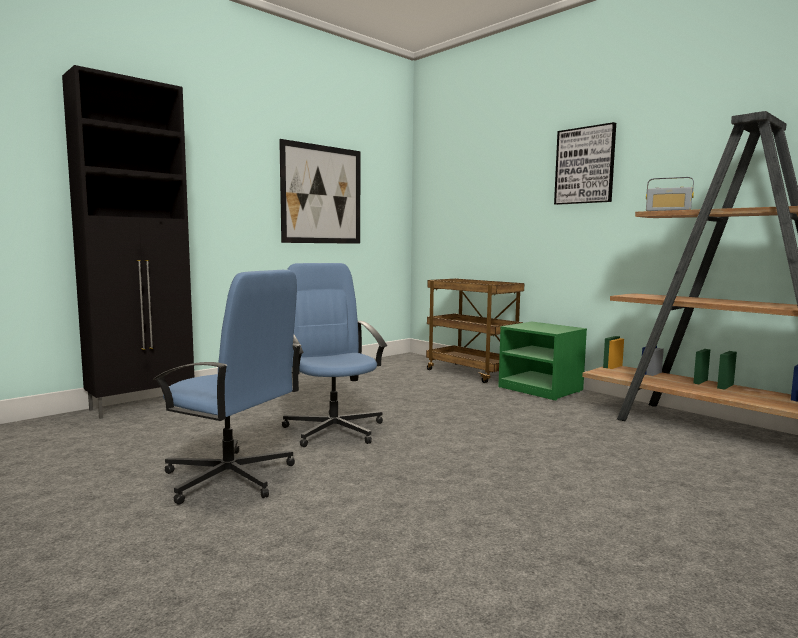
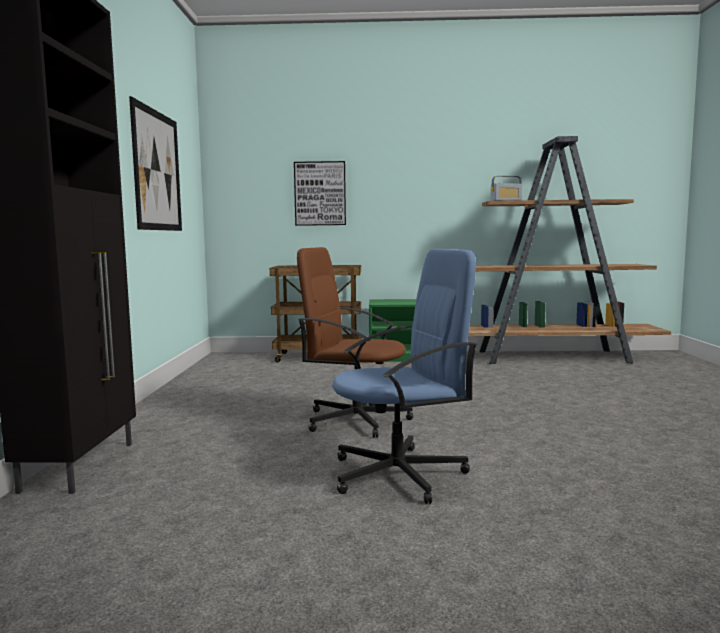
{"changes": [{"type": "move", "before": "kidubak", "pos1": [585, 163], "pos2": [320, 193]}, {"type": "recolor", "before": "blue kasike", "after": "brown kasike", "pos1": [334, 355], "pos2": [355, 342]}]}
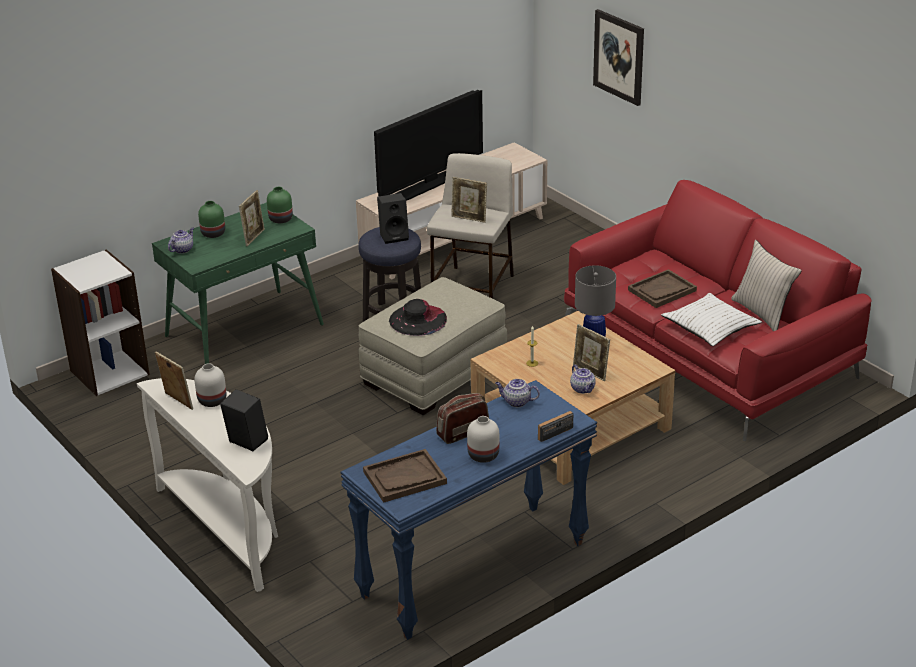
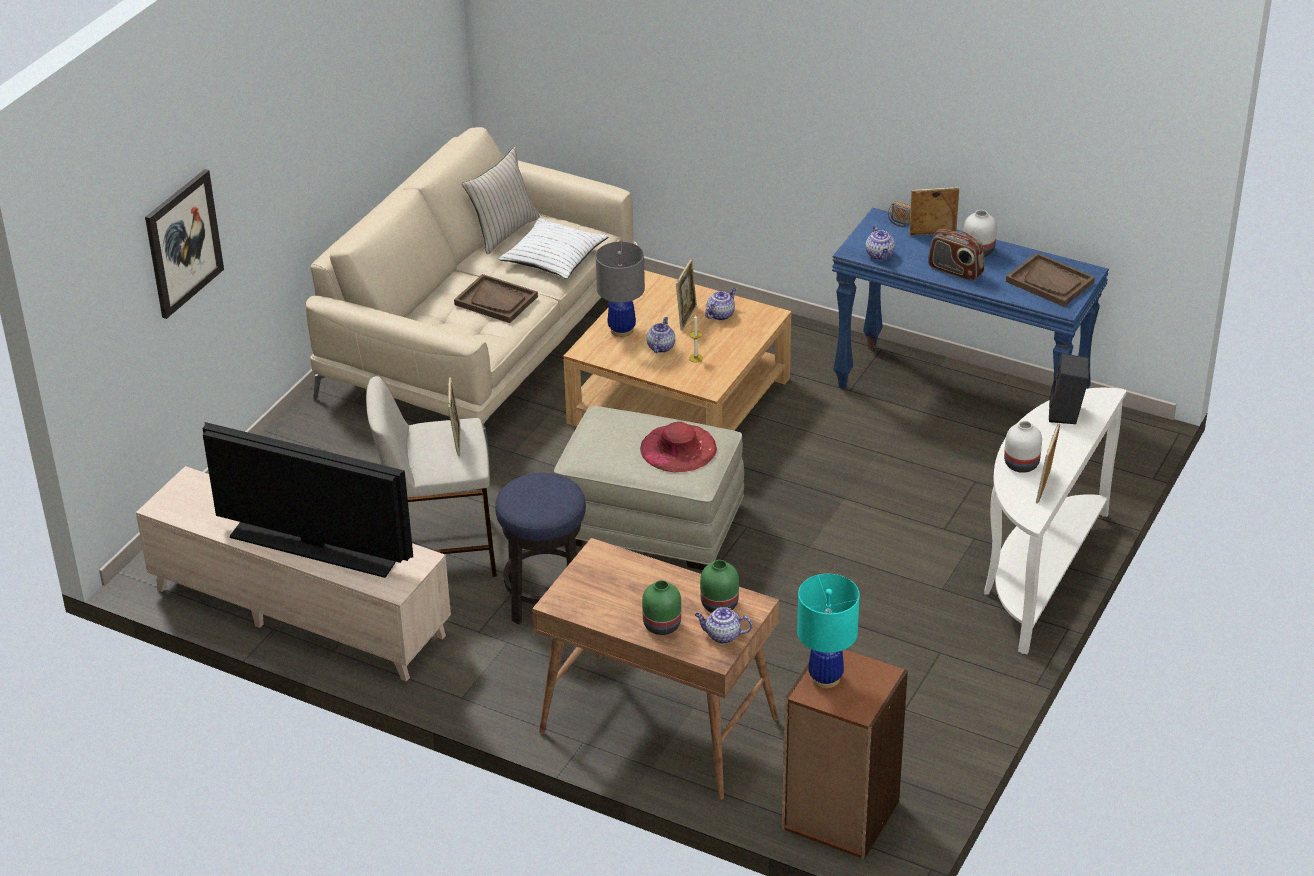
{"changes": [{"type": "recolor", "before": "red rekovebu", "after": "beige rekovebu", "pos1": [718, 310], "pos2": [472, 291]}, {"type": "move", "before": "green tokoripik", "pos1": [280, 205], "pos2": [719, 586]}, {"type": "move", "before": "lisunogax", "pos1": [252, 218], "pos2": [934, 211]}, {"type": "delete", "before": "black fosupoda", "pos1": [393, 218]}, {"type": "recolor", "before": "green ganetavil", "after": "brown ganetavil", "pos1": [238, 283], "pos2": [655, 669]}, {"type": "recolor", "before": "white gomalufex", "after": "brown gomalufex", "pos1": [100, 322], "pos2": [845, 754]}, {"type": "recolor", "before": "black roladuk", "after": "red roladuk", "pos1": [418, 317], "pos2": [678, 447]}, {"type": "insert", "after": "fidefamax", "pos2": [660, 335]}, {"type": "insert", "after": "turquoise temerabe", "pos2": [828, 631]}]}
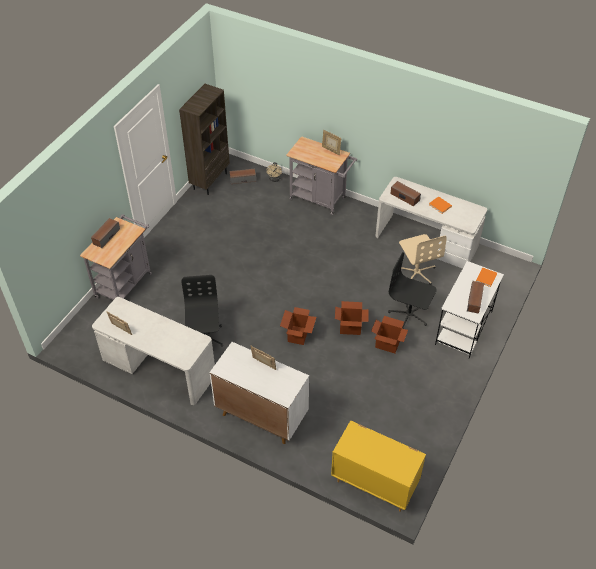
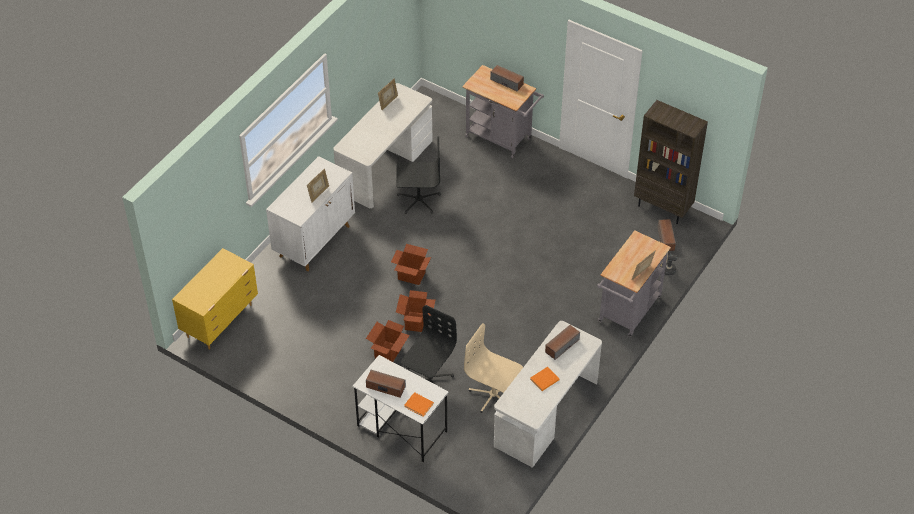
{"changes": [{"type": "rotate", "before": "beige kasike", "pos1": [423, 259], "pos2": [493, 368], "turn": 45}]}
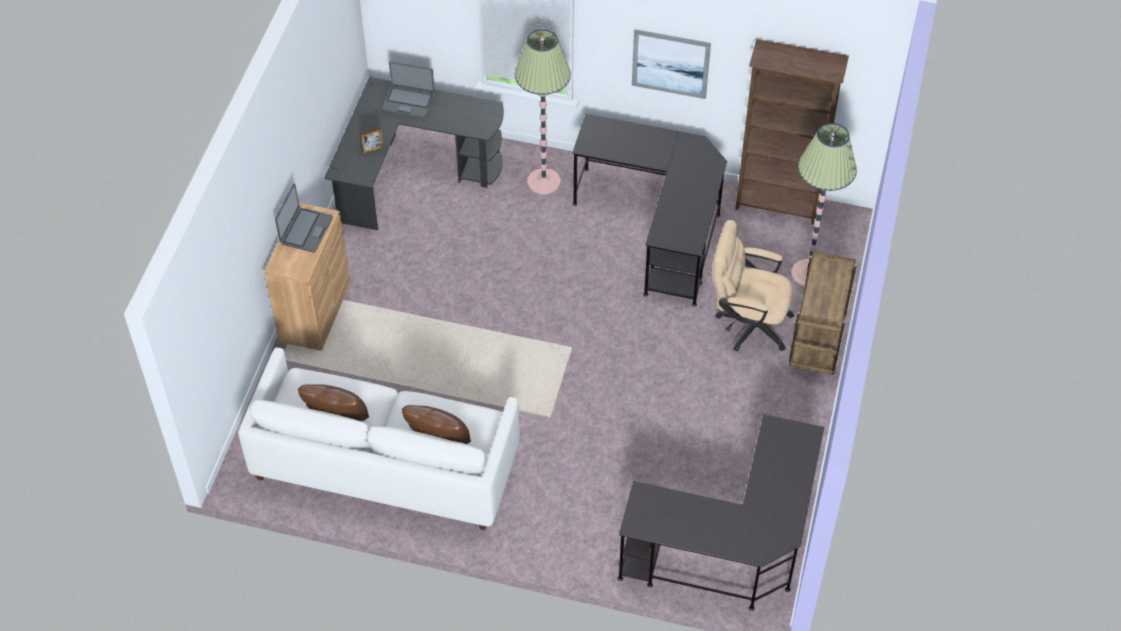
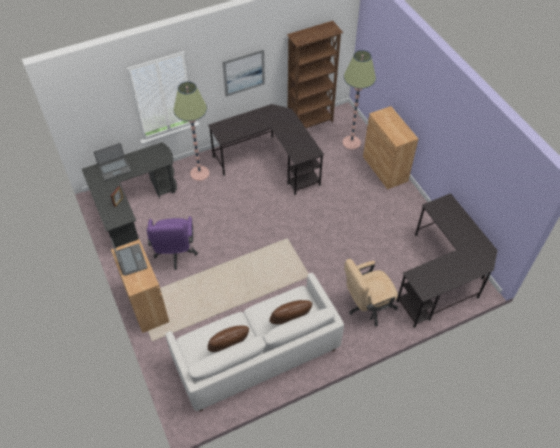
{"changes": [{"type": "move", "before": "beige kasike", "pos1": [753, 285], "pos2": [371, 292]}, {"type": "replace", "before": "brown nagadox", "after": "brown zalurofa", "pos1": [823, 313], "pos2": [390, 148]}, {"type": "insert", "after": "purple kasike", "pos2": [172, 243]}]}
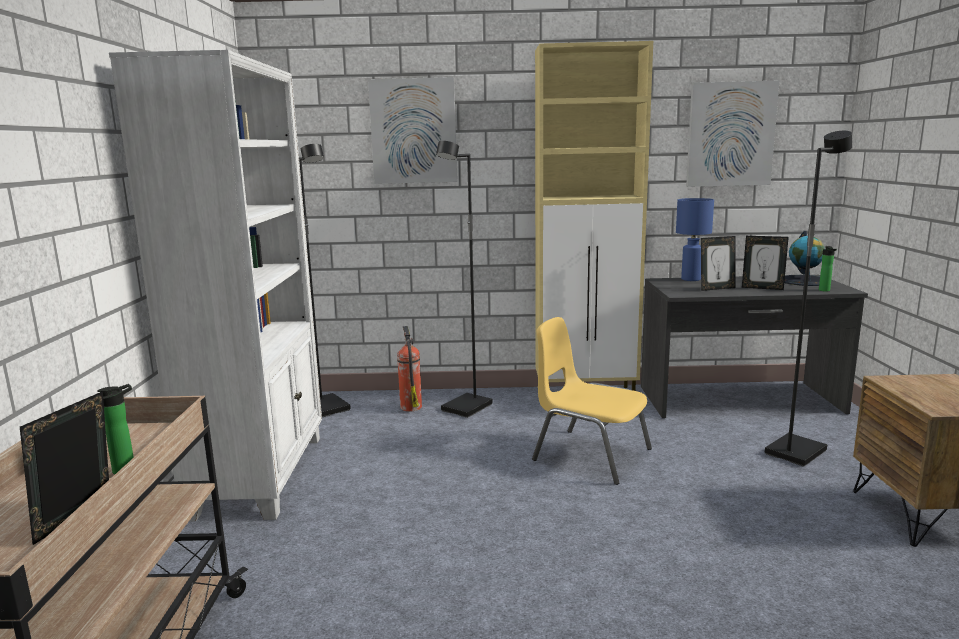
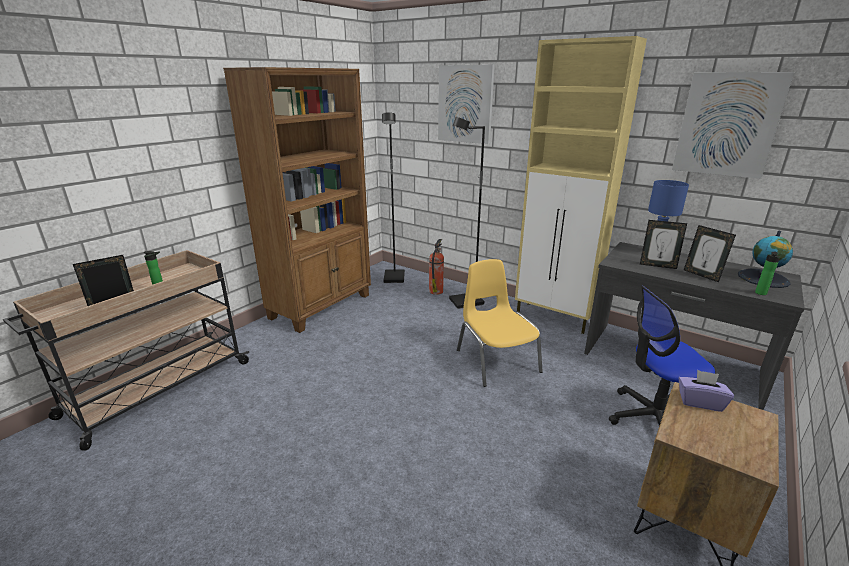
{"changes": [{"type": "recolor", "before": "white gomalufex", "after": "brown gomalufex", "pos1": [215, 285], "pos2": [297, 200]}, {"type": "replace", "before": "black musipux", "after": "kasike", "pos1": [808, 299], "pos2": [662, 355]}, {"type": "insert", "after": "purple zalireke", "pos2": [706, 391]}]}
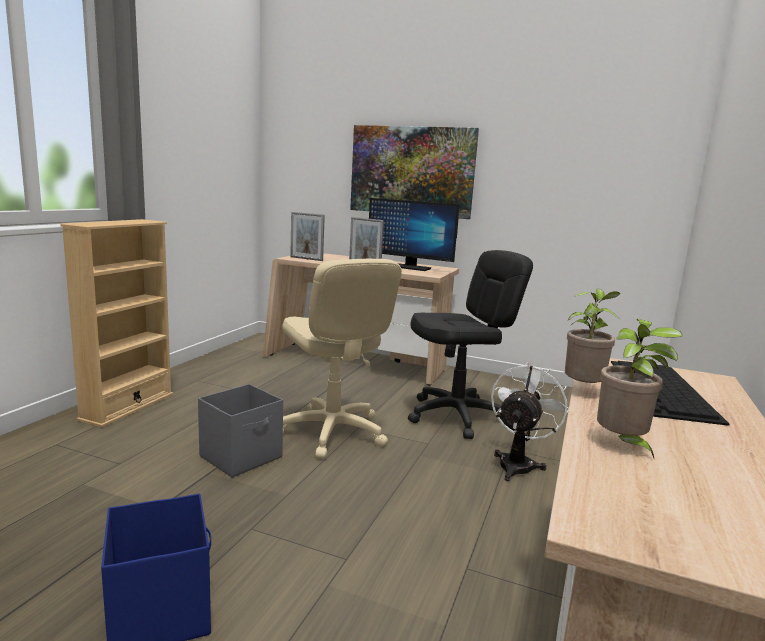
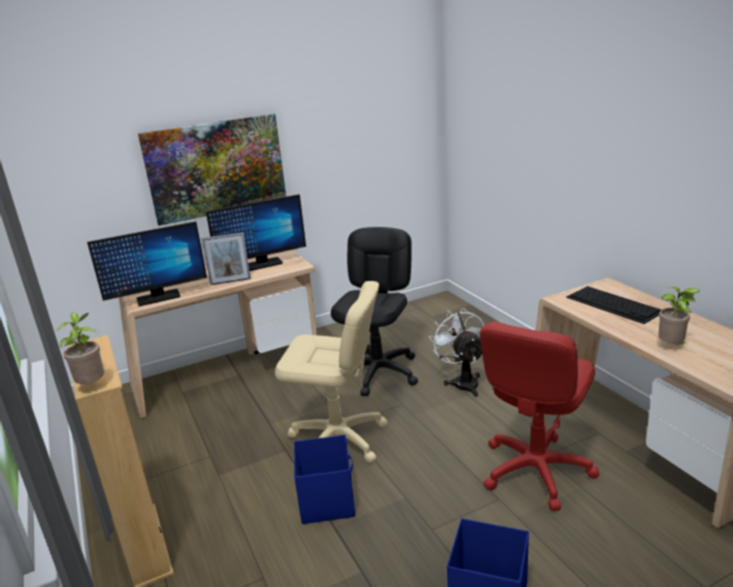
{"changes": [{"type": "replace", "before": "lisunogax", "after": "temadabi", "pos1": [307, 236], "pos2": [147, 263]}, {"type": "move", "before": "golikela", "pos1": [593, 335], "pos2": [80, 348]}, {"type": "recolor", "before": "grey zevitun", "after": "blue zevitun", "pos1": [240, 431], "pos2": [324, 479]}, {"type": "insert", "after": "red kasike", "pos2": [539, 416]}]}
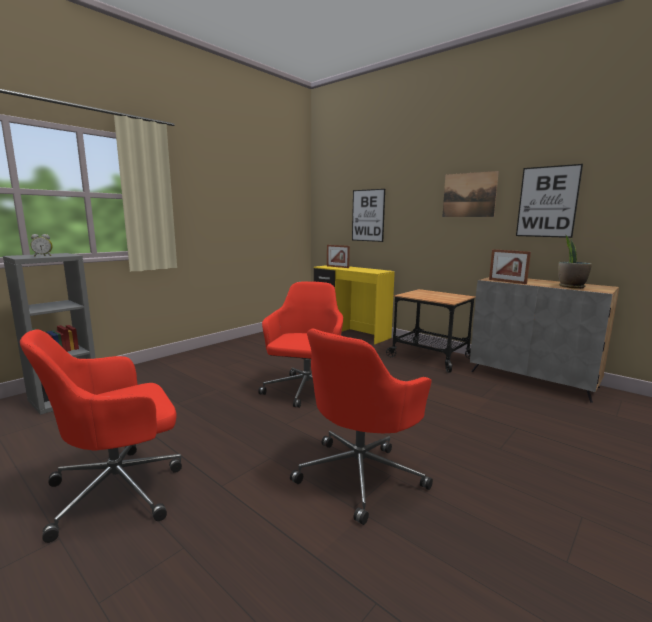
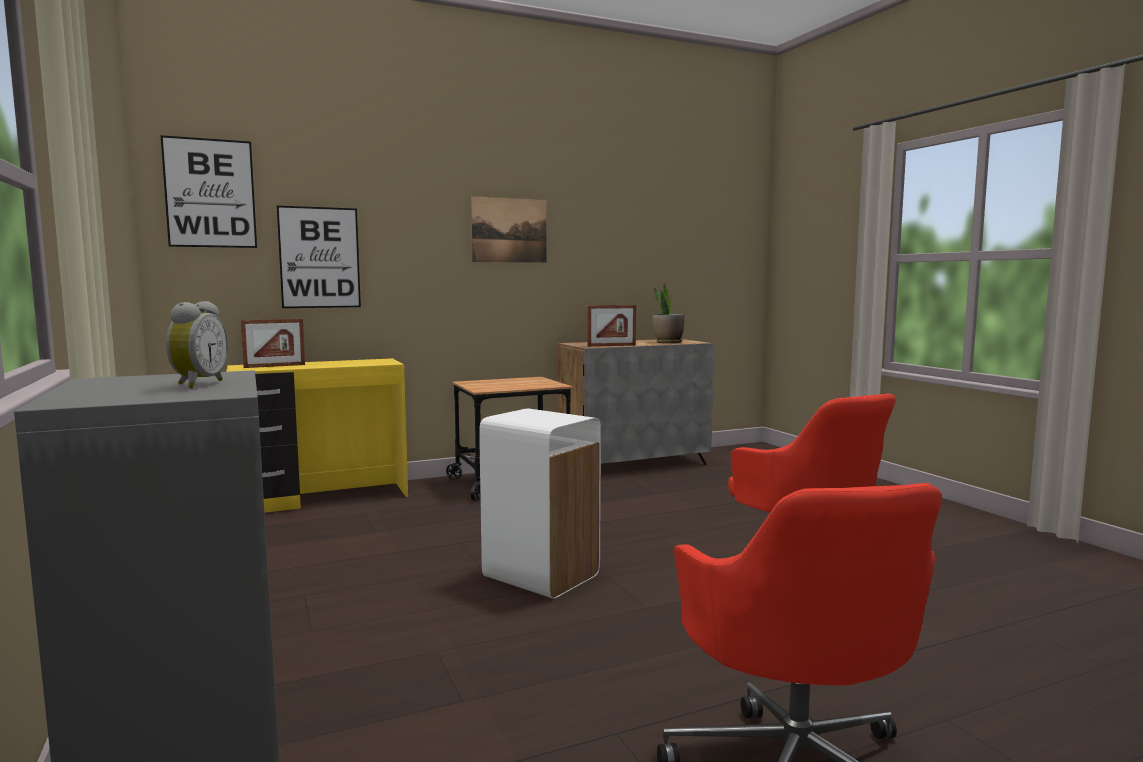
{"changes": [{"type": "move", "before": "kidubak", "pos1": [549, 201], "pos2": [208, 191]}, {"type": "replace", "before": "red kasike", "after": "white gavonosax", "pos1": [300, 344], "pos2": [540, 503]}]}
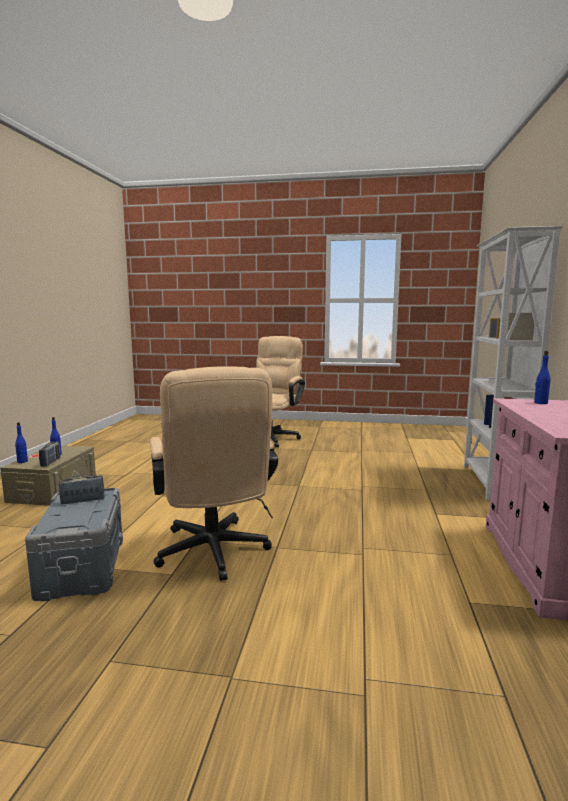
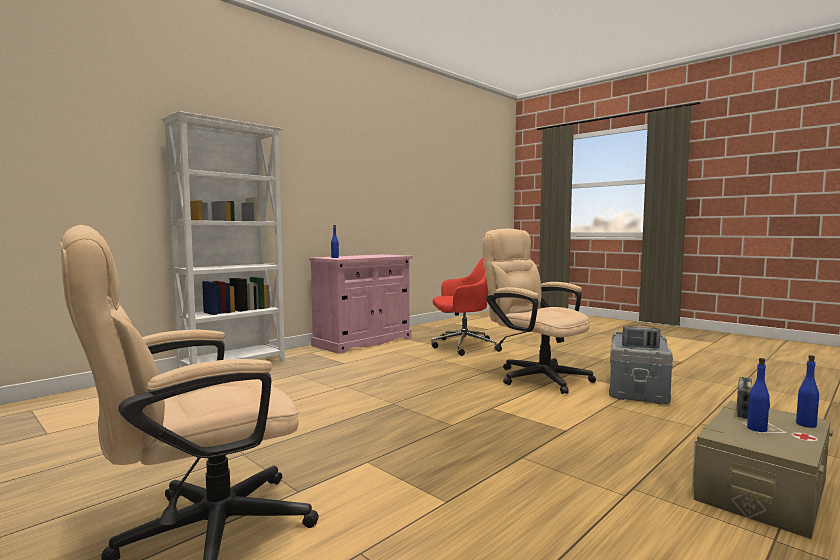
{"changes": [{"type": "rotate", "before": "beige kasike", "pos1": [214, 473], "pos2": [539, 311], "turn": -60}, {"type": "insert", "after": "red kasike", "pos2": [466, 307]}]}
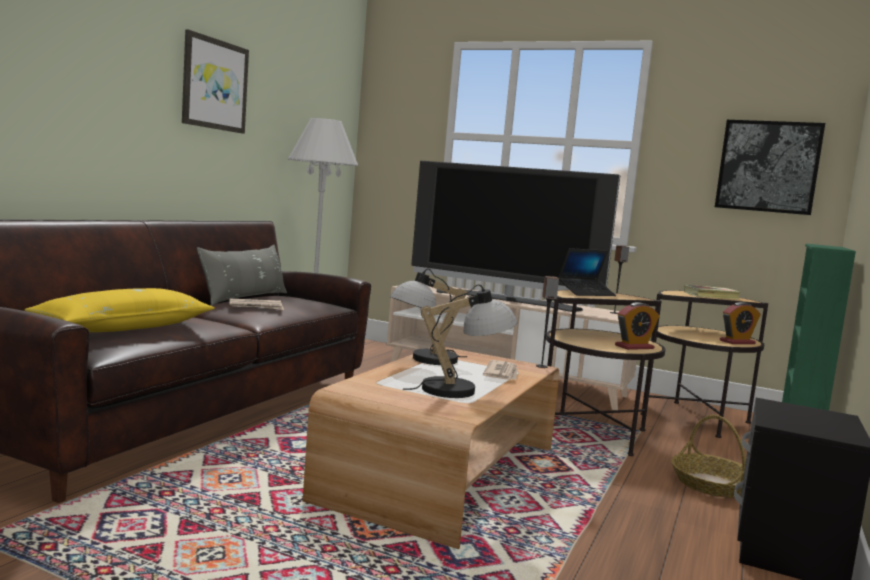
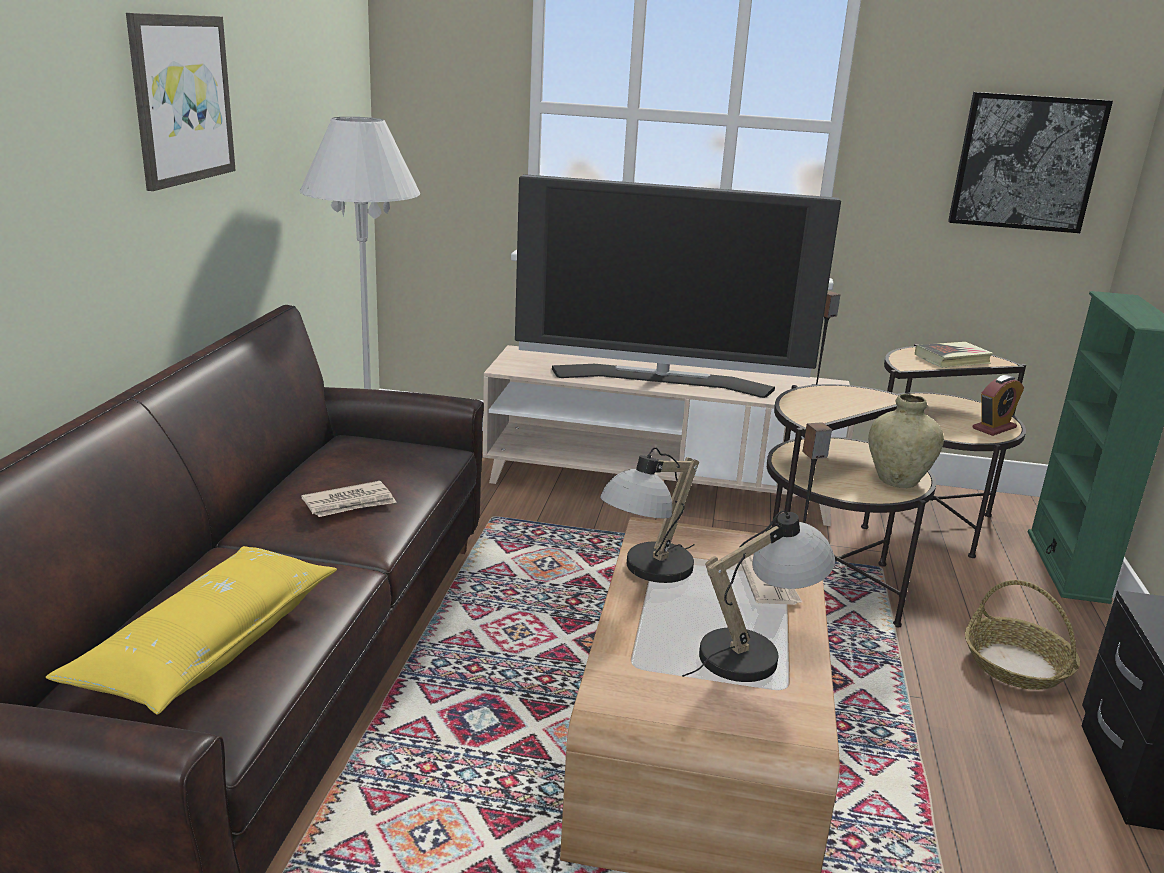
{"changes": [{"type": "delete", "before": "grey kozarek", "pos1": [242, 275]}, {"type": "delete", "before": "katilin", "pos1": [587, 272]}, {"type": "replace", "before": "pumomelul", "after": "beige tokoripik", "pos1": [637, 326], "pos2": [906, 441]}]}
